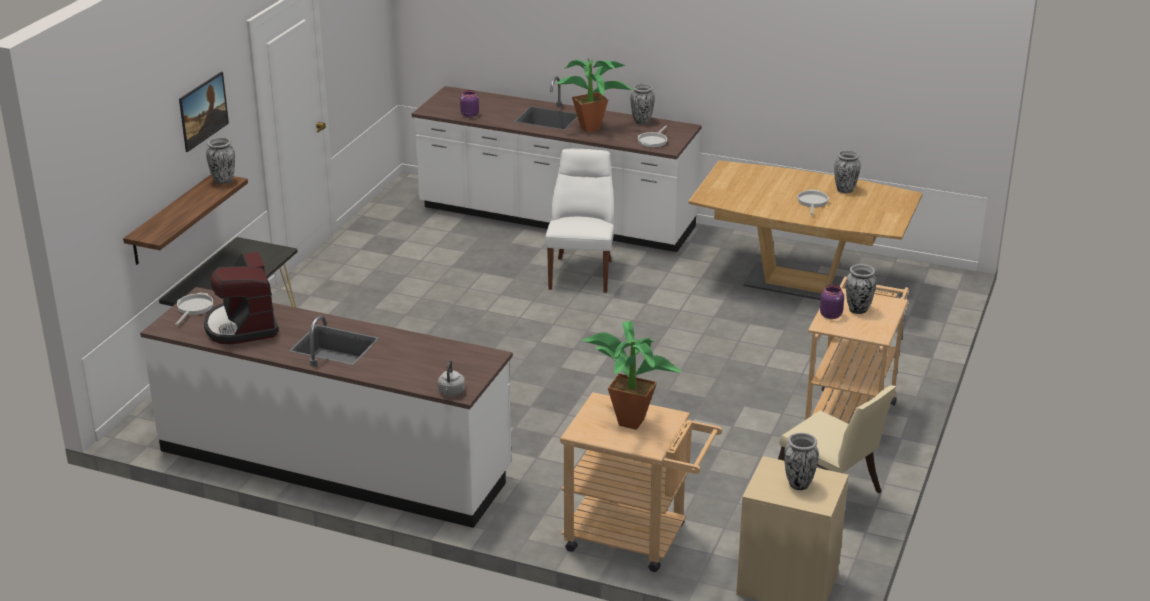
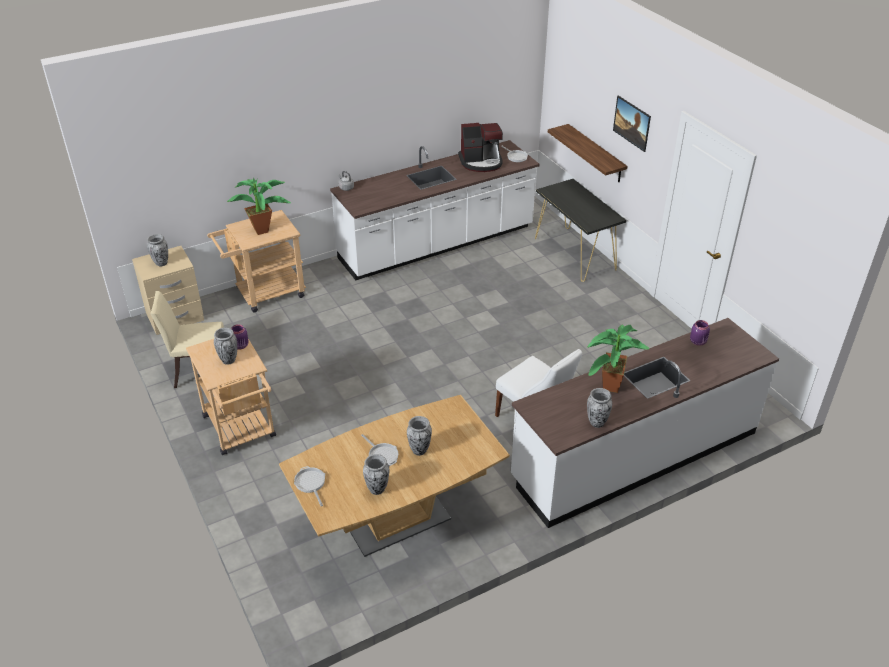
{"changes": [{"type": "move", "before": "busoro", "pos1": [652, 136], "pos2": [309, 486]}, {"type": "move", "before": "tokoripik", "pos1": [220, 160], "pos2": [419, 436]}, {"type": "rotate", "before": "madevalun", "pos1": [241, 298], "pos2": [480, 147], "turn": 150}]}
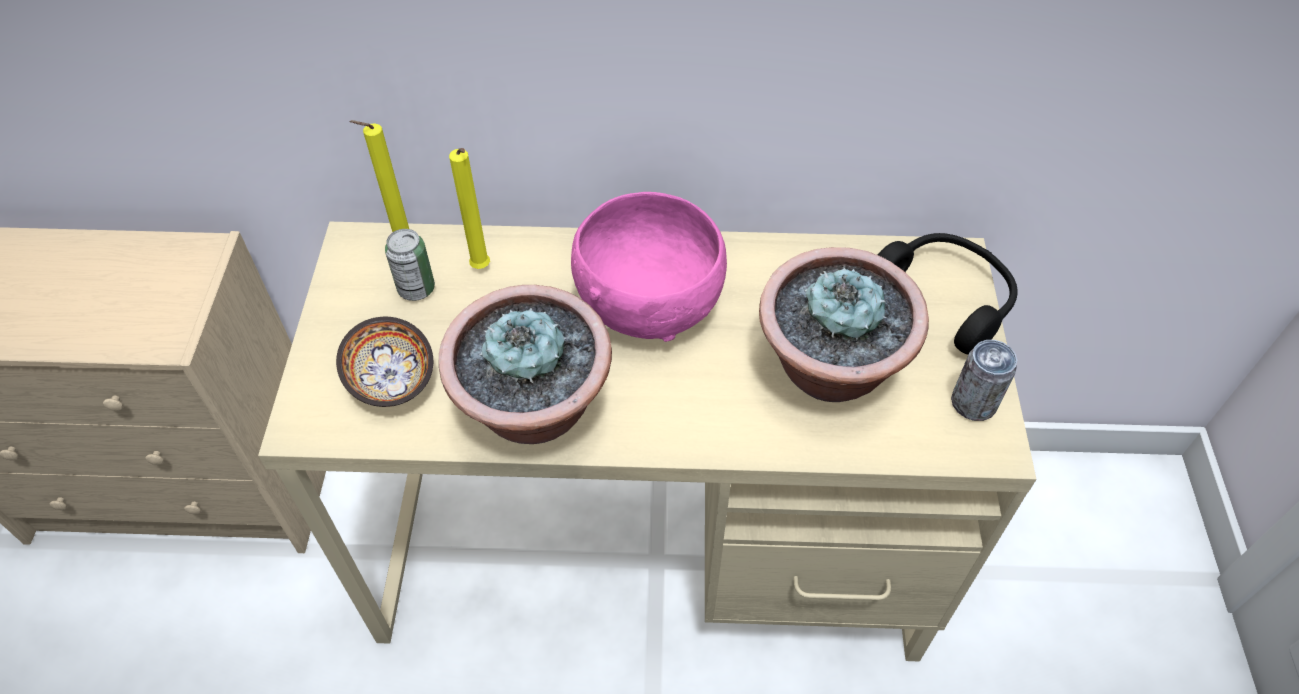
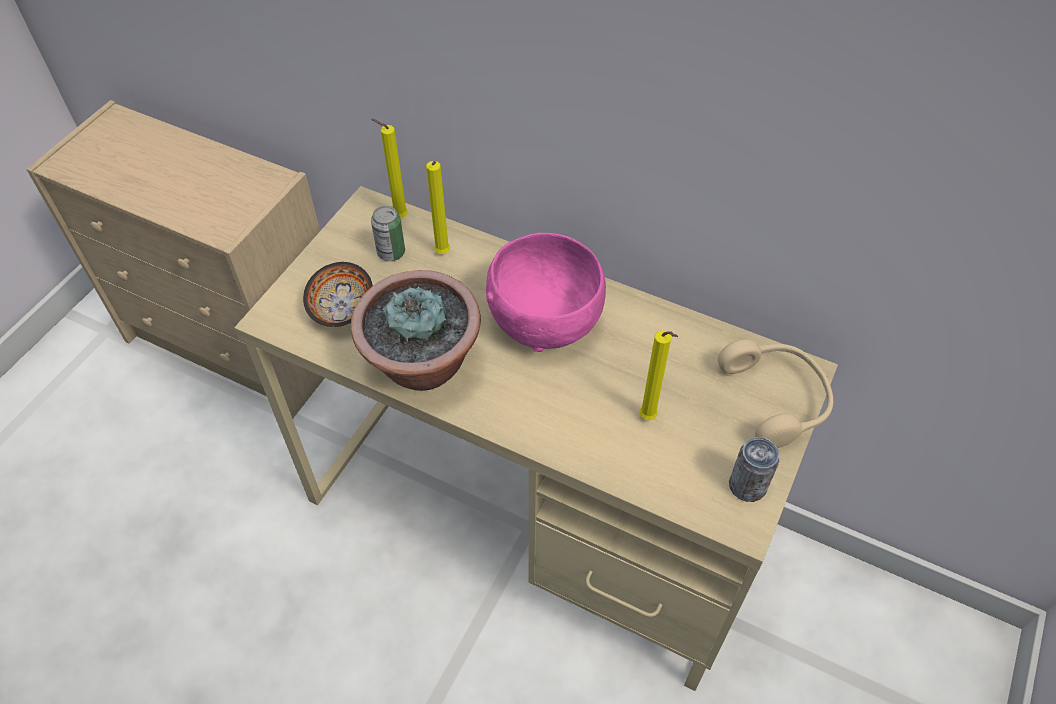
{"changes": [{"type": "recolor", "before": "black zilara", "after": "beige zilara", "pos1": [947, 293], "pos2": [775, 393]}, {"type": "replace", "before": "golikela", "after": "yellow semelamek", "pos1": [844, 324], "pos2": [658, 375]}]}
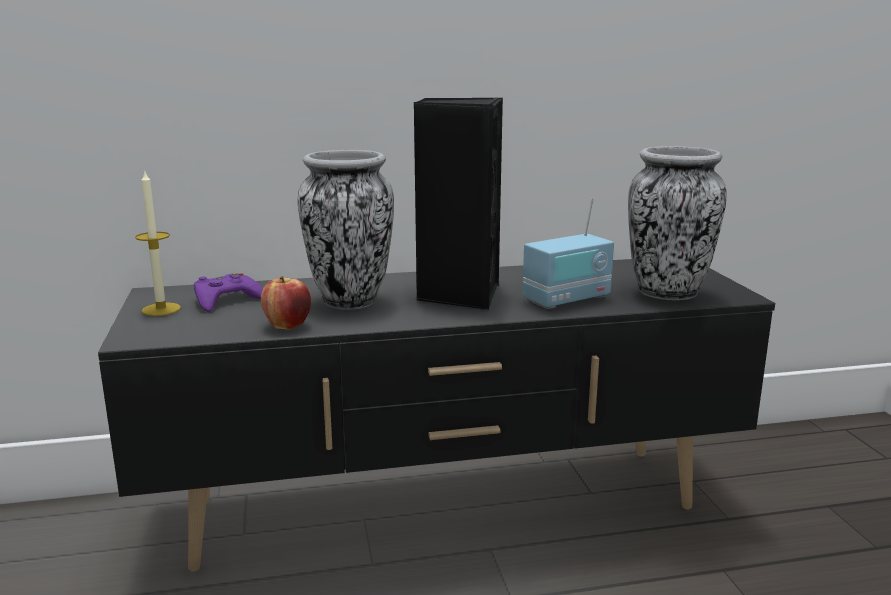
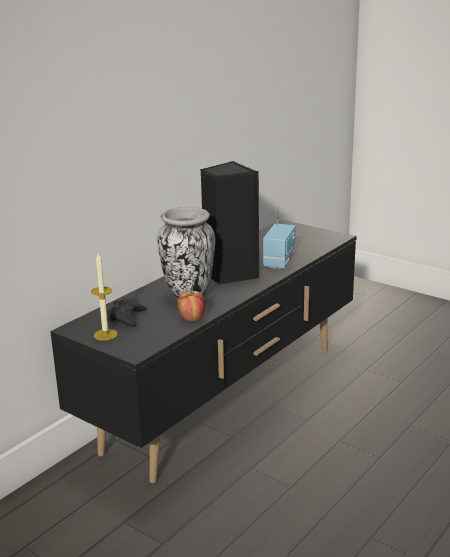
{"changes": [{"type": "delete", "before": "tokoripik", "pos1": [677, 223]}, {"type": "recolor", "before": "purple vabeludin", "after": "black vabeludin", "pos1": [228, 292], "pos2": [126, 313]}]}
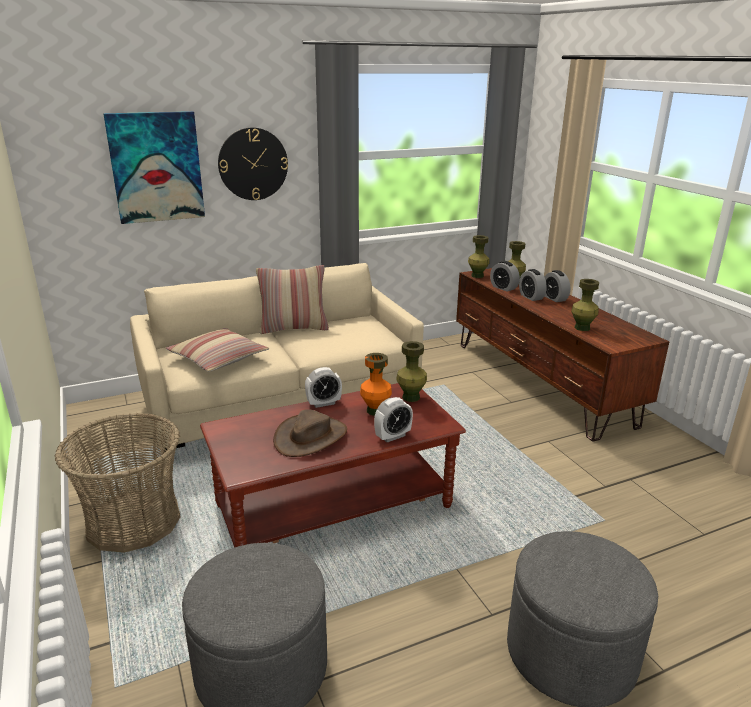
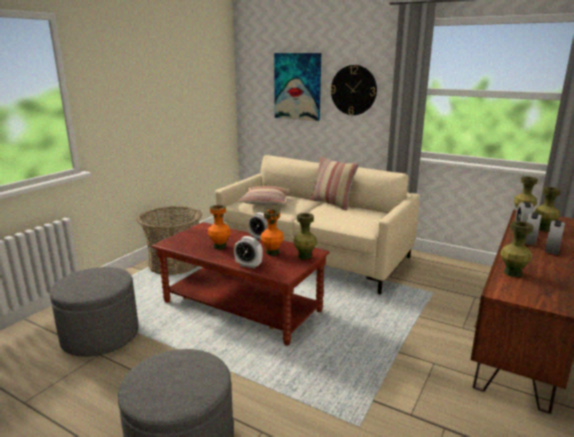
{"changes": [{"type": "replace", "before": "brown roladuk", "after": "orange tokoripik", "pos1": [310, 433], "pos2": [219, 227]}]}
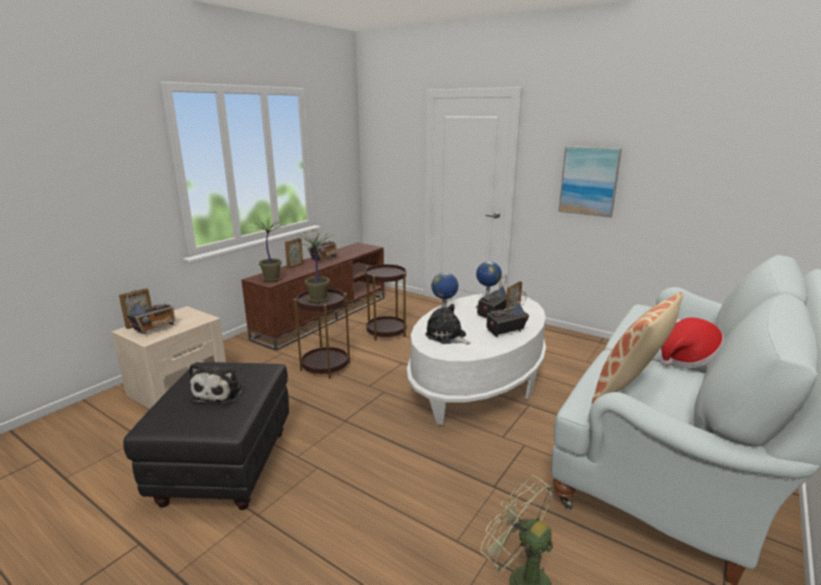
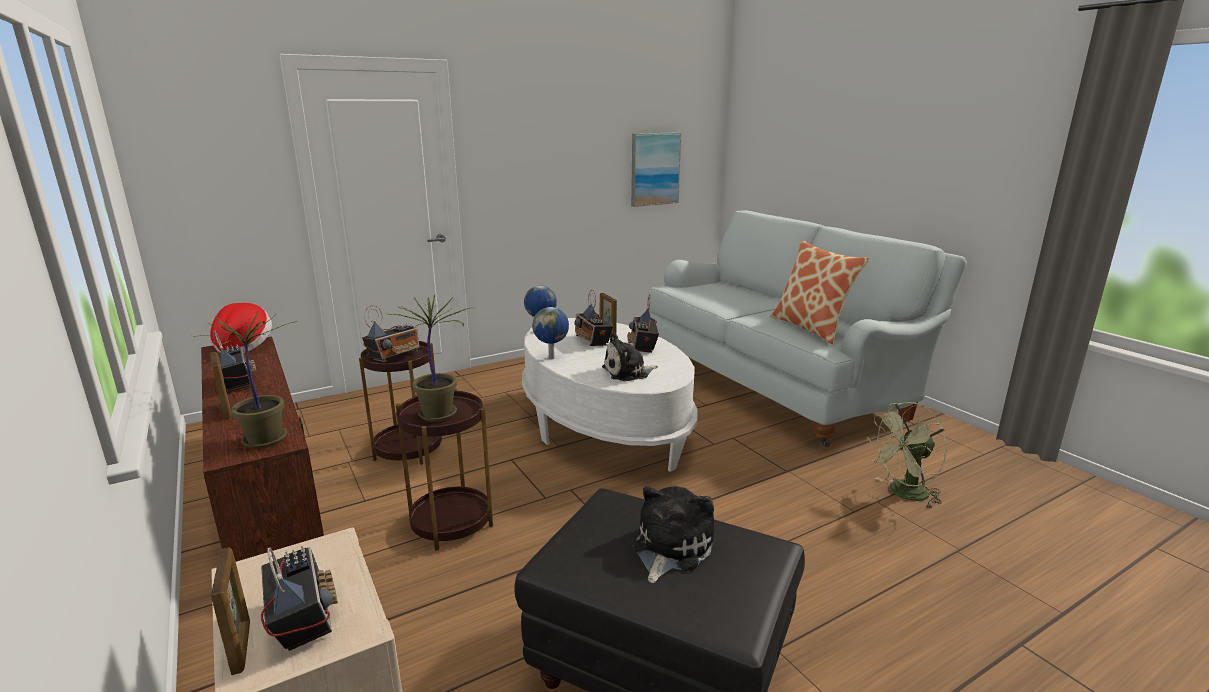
{"changes": [{"type": "move", "before": "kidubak", "pos1": [590, 182], "pos2": [656, 169]}, {"type": "move", "before": "roladuk", "pos1": [693, 342], "pos2": [241, 328]}, {"type": "rotate", "before": "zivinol", "pos1": [216, 384], "pos2": [674, 534], "turn": -90}, {"type": "insert", "after": "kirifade", "pos2": [390, 333]}]}
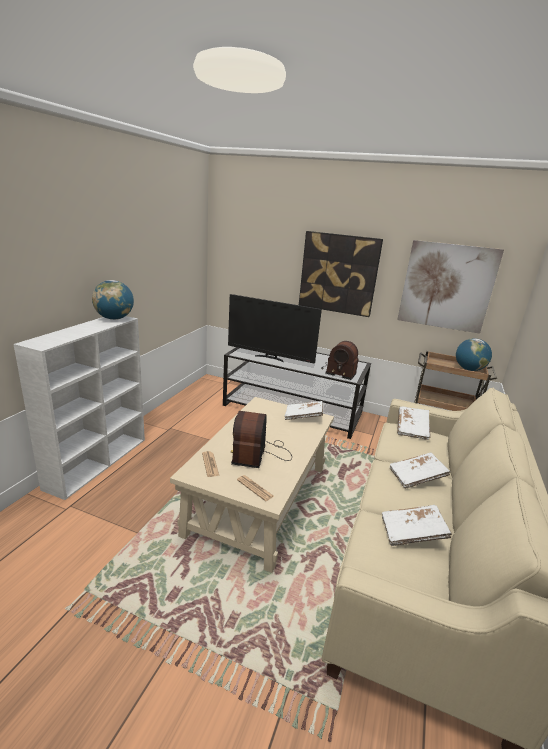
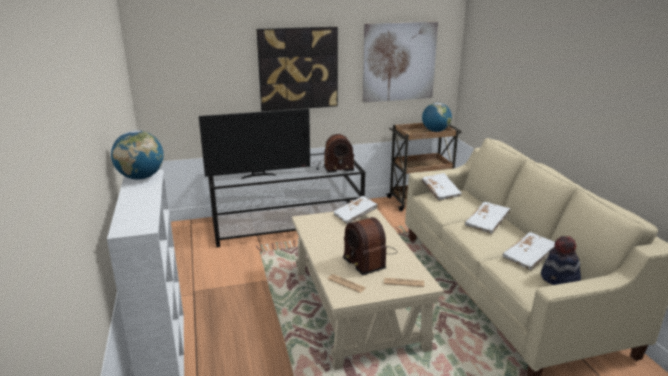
{"changes": [{"type": "insert", "after": "roladuk", "pos2": [561, 260]}]}
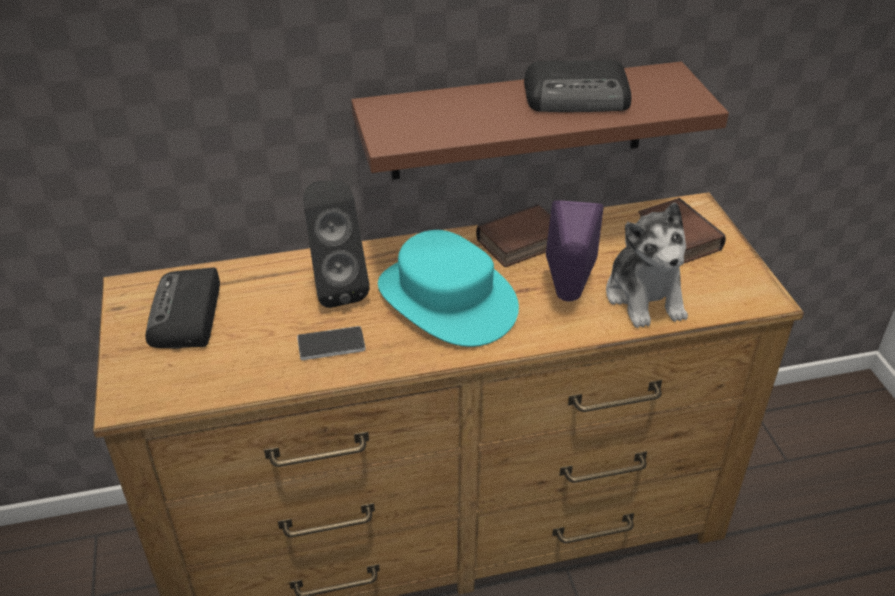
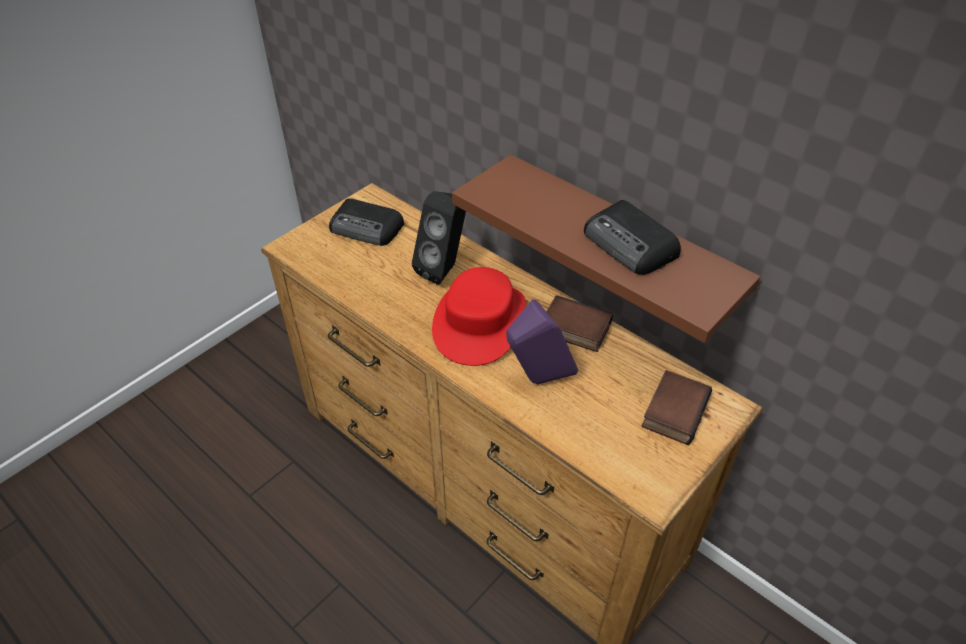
{"changes": [{"type": "delete", "before": "zivinol", "pos1": [647, 265]}, {"type": "recolor", "before": "turquoise roladuk", "after": "red roladuk", "pos1": [448, 288], "pos2": [479, 316]}, {"type": "rotate", "before": "kirifade", "pos1": [182, 308], "pos2": [366, 222], "turn": -120}, {"type": "delete", "before": "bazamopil", "pos1": [331, 343]}]}
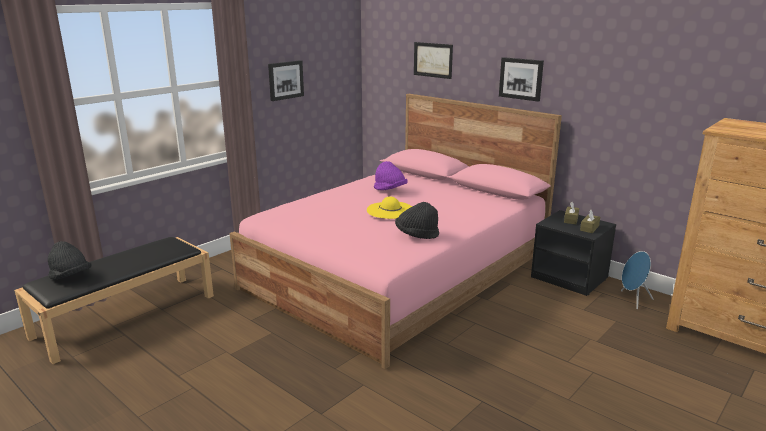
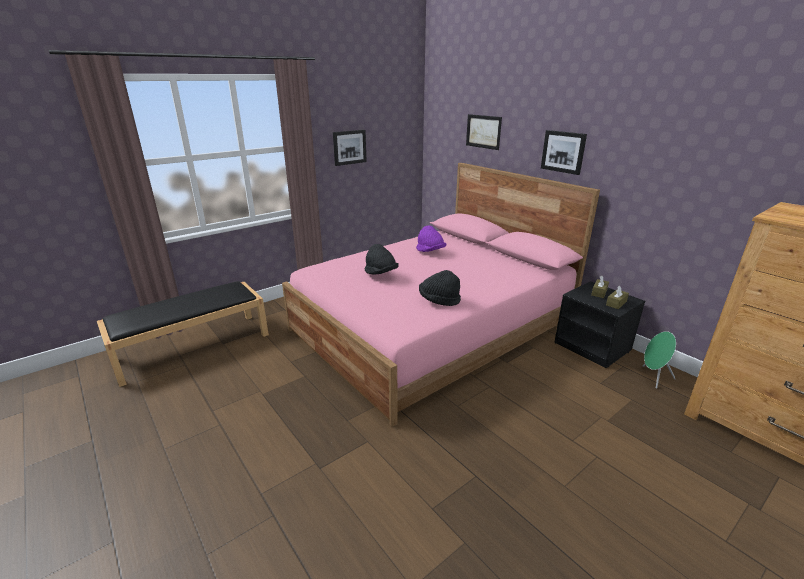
{"changes": [{"type": "delete", "before": "yellow roladuk", "pos1": [389, 208]}, {"type": "move", "before": "black roladuk", "pos1": [70, 260], "pos2": [382, 259]}, {"type": "recolor", "before": "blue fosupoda", "after": "green fosupoda", "pos1": [637, 280], "pos2": [659, 360]}]}
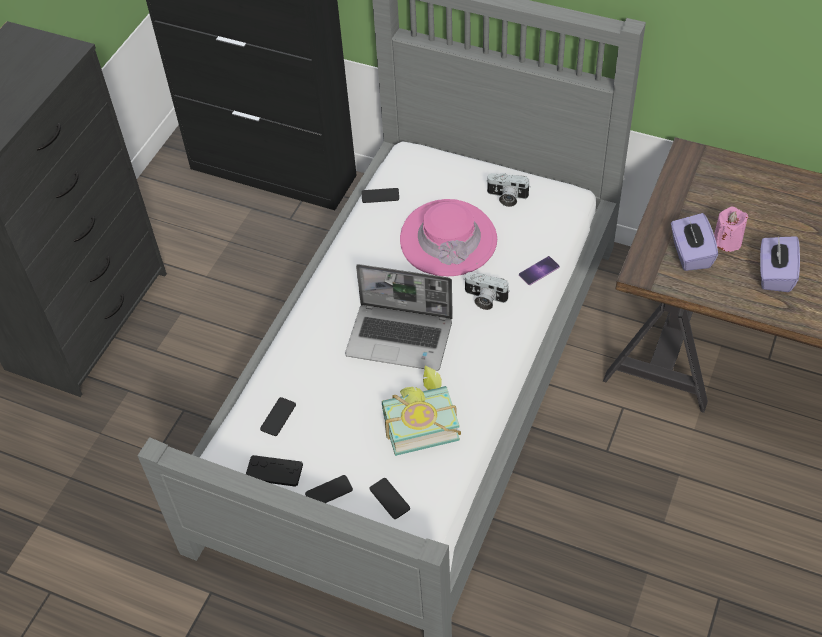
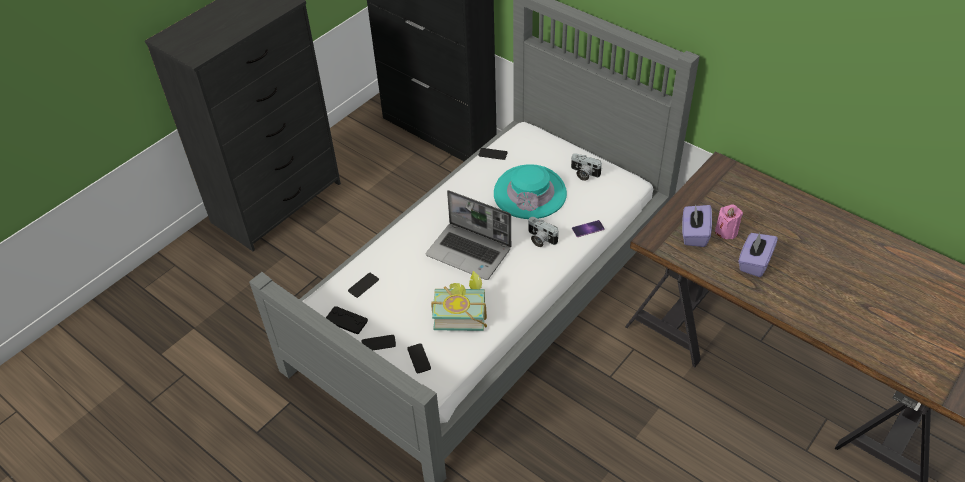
{"changes": [{"type": "recolor", "before": "pink roladuk", "after": "turquoise roladuk", "pos1": [448, 237], "pos2": [530, 191]}]}
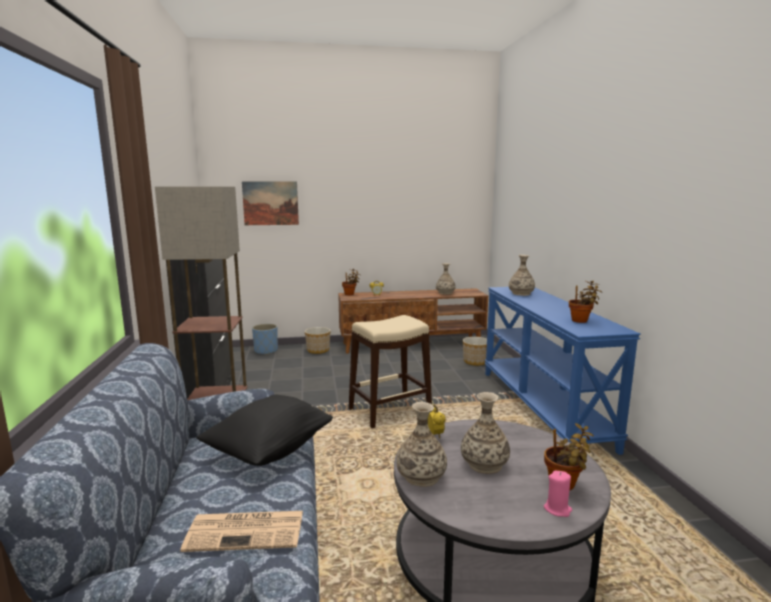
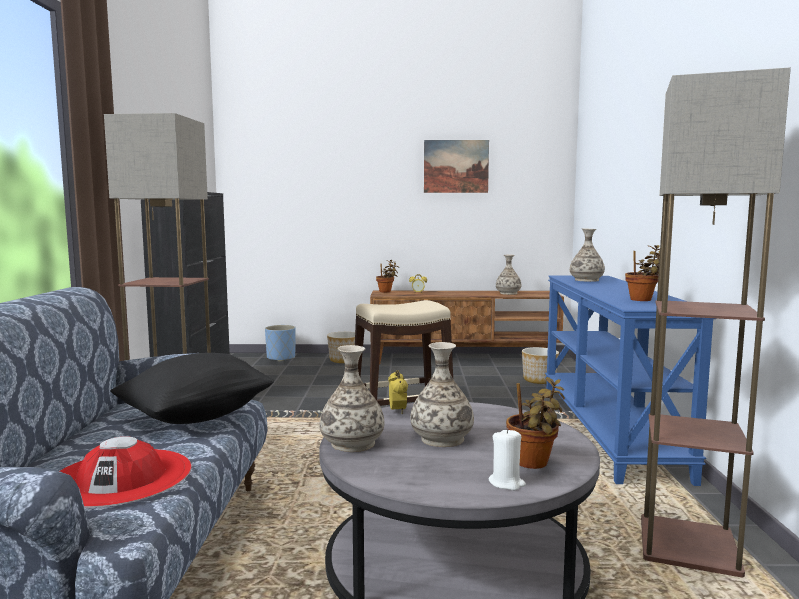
{"changes": [{"type": "move", "before": "kidubak", "pos1": [270, 203], "pos2": [456, 166]}, {"type": "recolor", "before": "pink semelamek", "after": "white semelamek", "pos1": [558, 494], "pos2": [507, 459]}, {"type": "replace", "before": "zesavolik", "after": "red roladuk", "pos1": [241, 531], "pos2": [126, 472]}, {"type": "insert", "after": "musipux", "pos2": [716, 323]}]}
